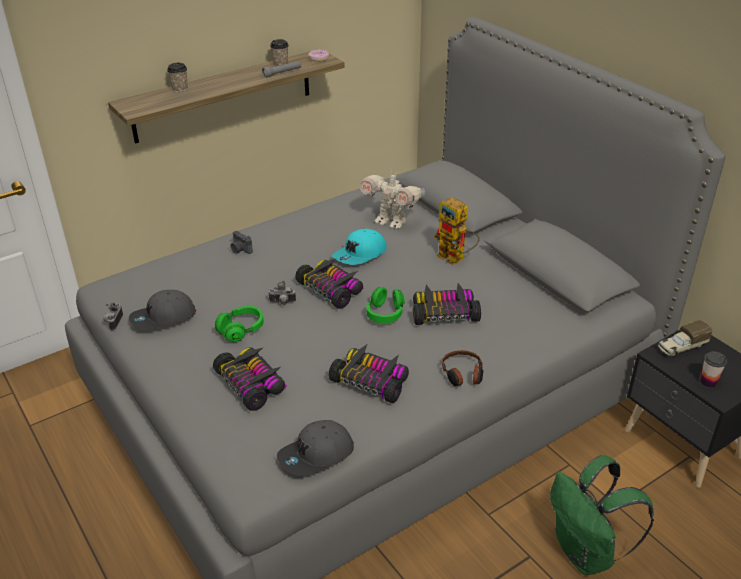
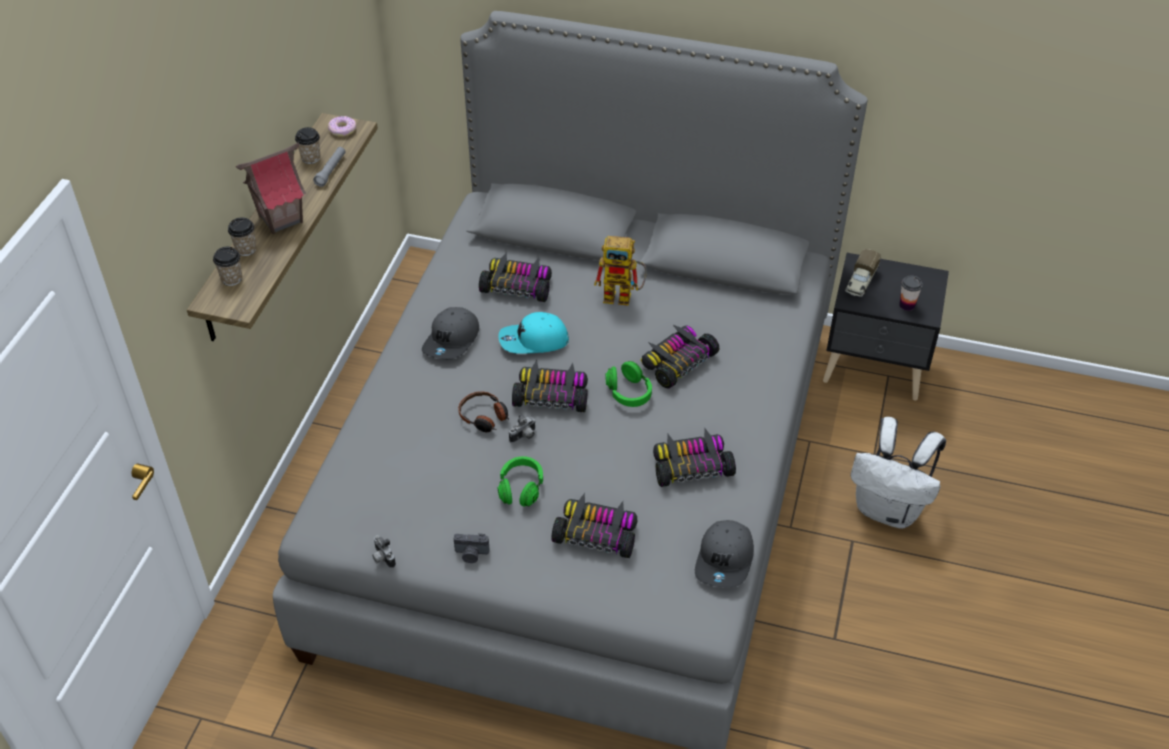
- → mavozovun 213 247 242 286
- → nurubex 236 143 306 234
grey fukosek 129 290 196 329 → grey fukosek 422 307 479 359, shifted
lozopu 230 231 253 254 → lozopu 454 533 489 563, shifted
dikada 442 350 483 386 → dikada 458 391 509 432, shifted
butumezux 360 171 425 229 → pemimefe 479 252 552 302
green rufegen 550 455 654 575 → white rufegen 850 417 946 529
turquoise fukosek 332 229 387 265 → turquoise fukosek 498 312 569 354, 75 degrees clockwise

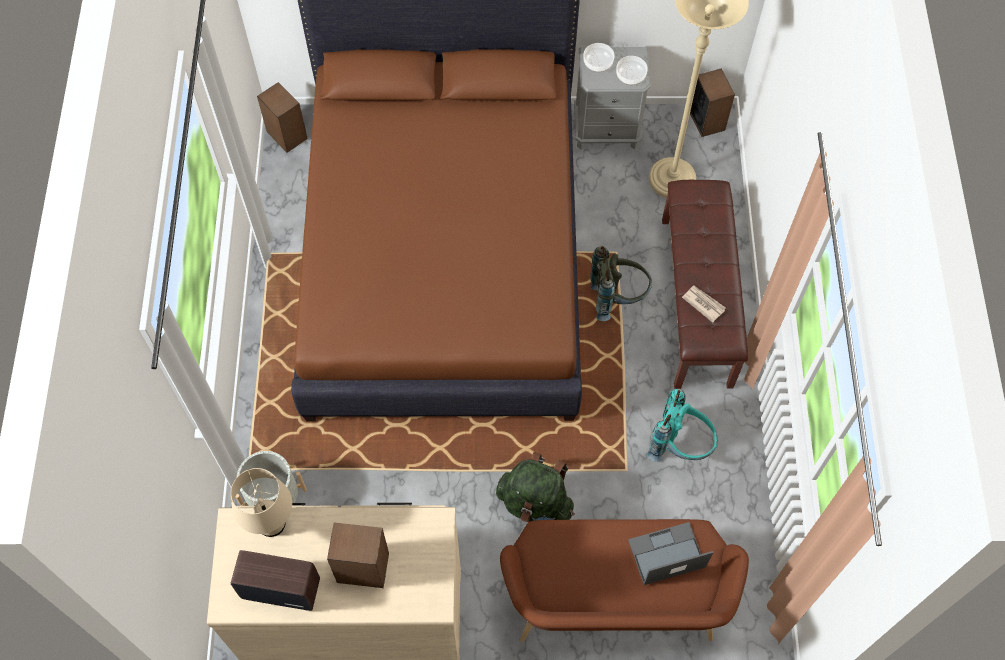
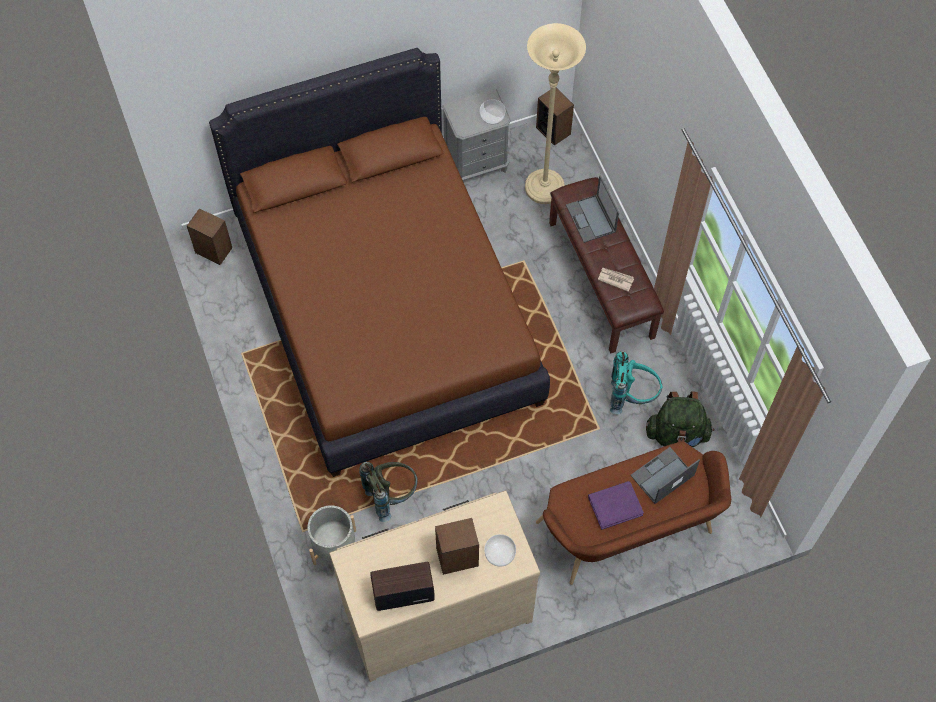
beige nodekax 231 468 292 537 → -
- → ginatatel 566 175 619 243
- → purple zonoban 588 481 644 530
green rufegen 496 452 575 522 → green rufegen 646 391 714 447, shifted
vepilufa 583 43 614 72 → vepilufa 484 534 516 567, shifted
grey rufegen 590 246 652 321 → grey rufegen 359 462 418 522, shifted

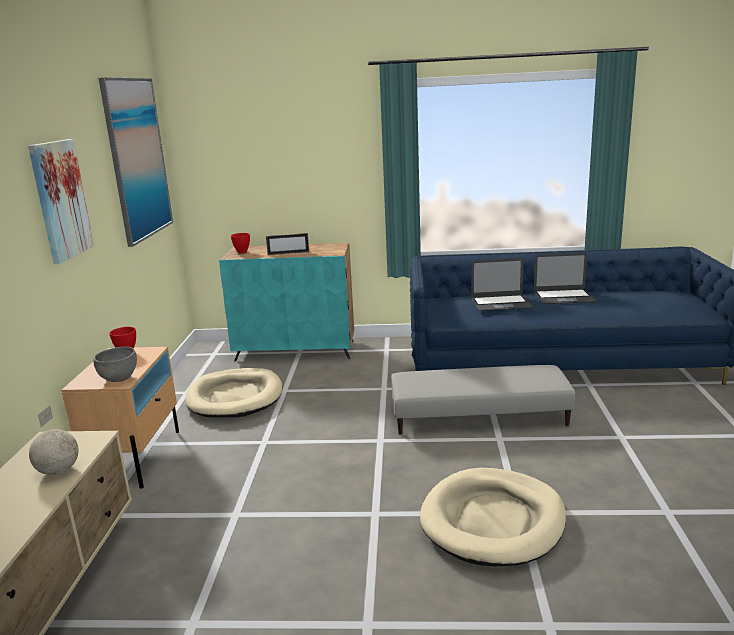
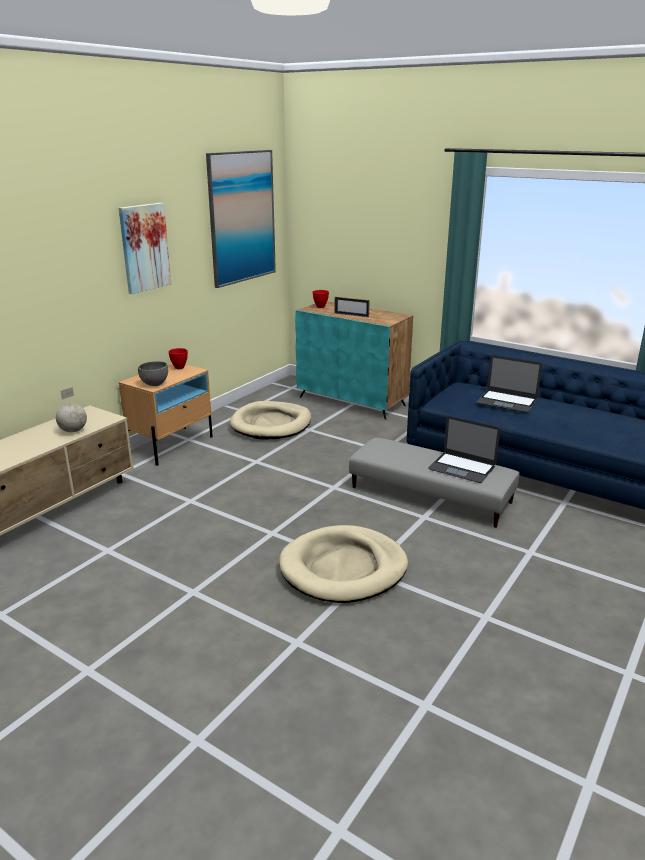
ginatatel 534 253 596 304 → ginatatel 428 416 500 483, shifted

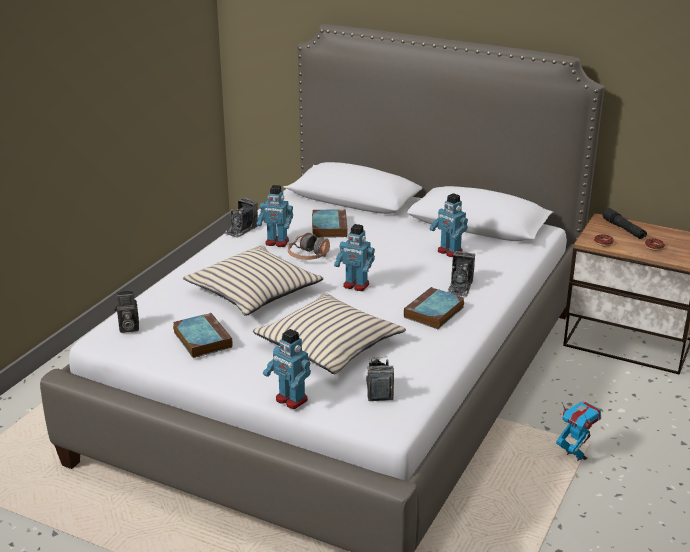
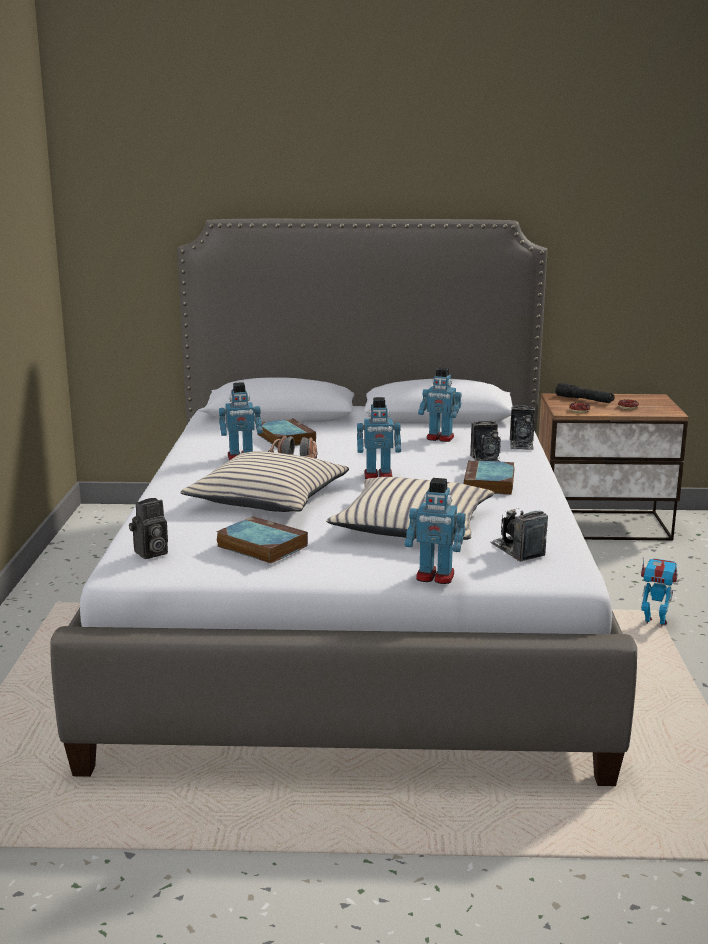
lozopu 223 198 258 238 → lozopu 510 405 535 450, shifted

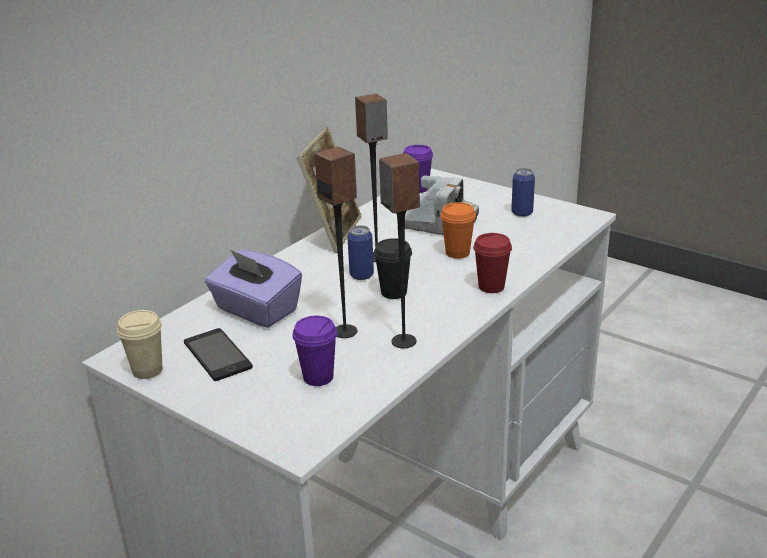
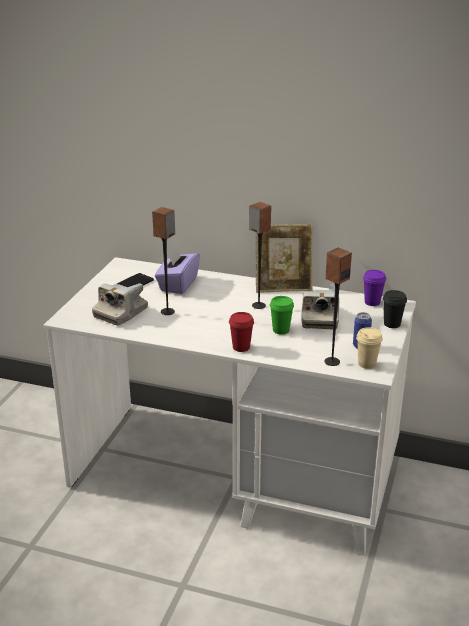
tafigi 347 225 374 280 → -
beige mavozovun 117 310 162 379 → beige mavozovun 356 327 383 369, shifted
black mavozovun 374 238 412 299 → black mavozovun 383 290 407 328, shifted
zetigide 379 153 420 348 → zetigide 324 248 352 366, shifted
purple mavozovun 292 316 337 386 → lozopu 92 283 148 325
orange mavozovun 440 202 476 259 → green mavozovun 270 296 294 335

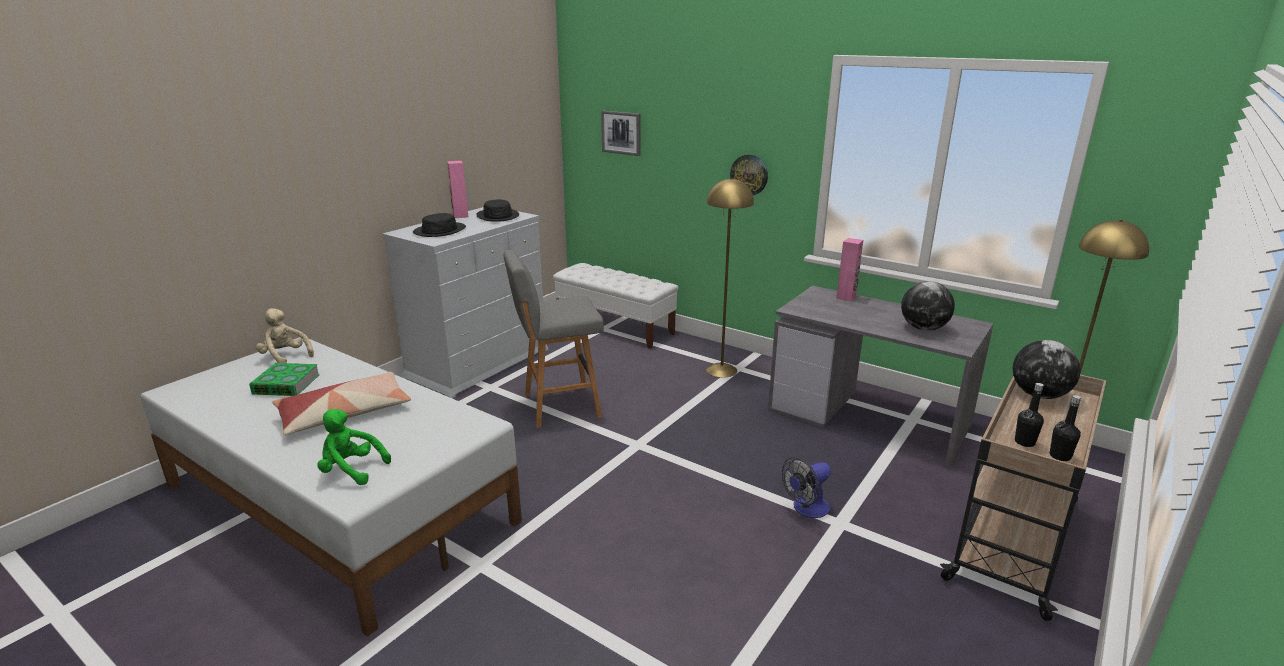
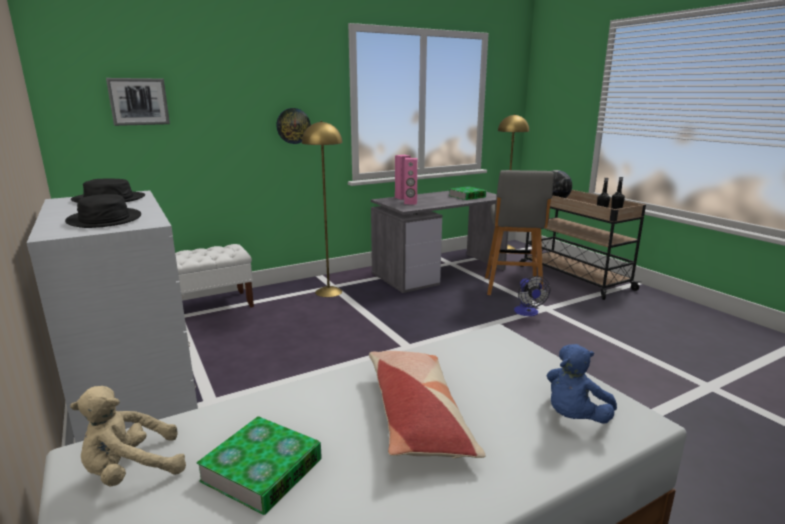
pink zetigide 447 161 468 218 → pink zetigide 404 158 417 205, shifted
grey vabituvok 503 250 604 428 → grey vabituvok 485 170 554 295, shifted
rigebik 901 281 955 331 → zonoban 449 186 486 200
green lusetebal 317 409 391 485 → blue lusetebal 547 344 617 423

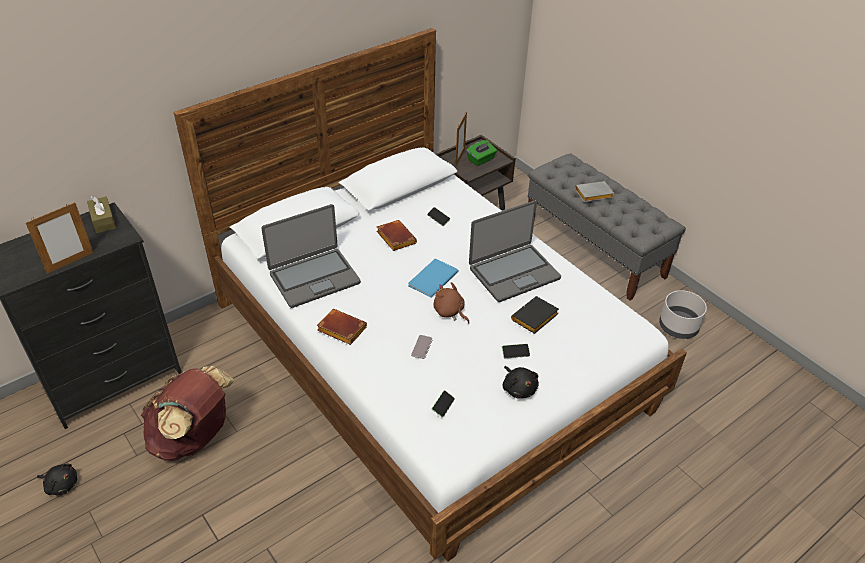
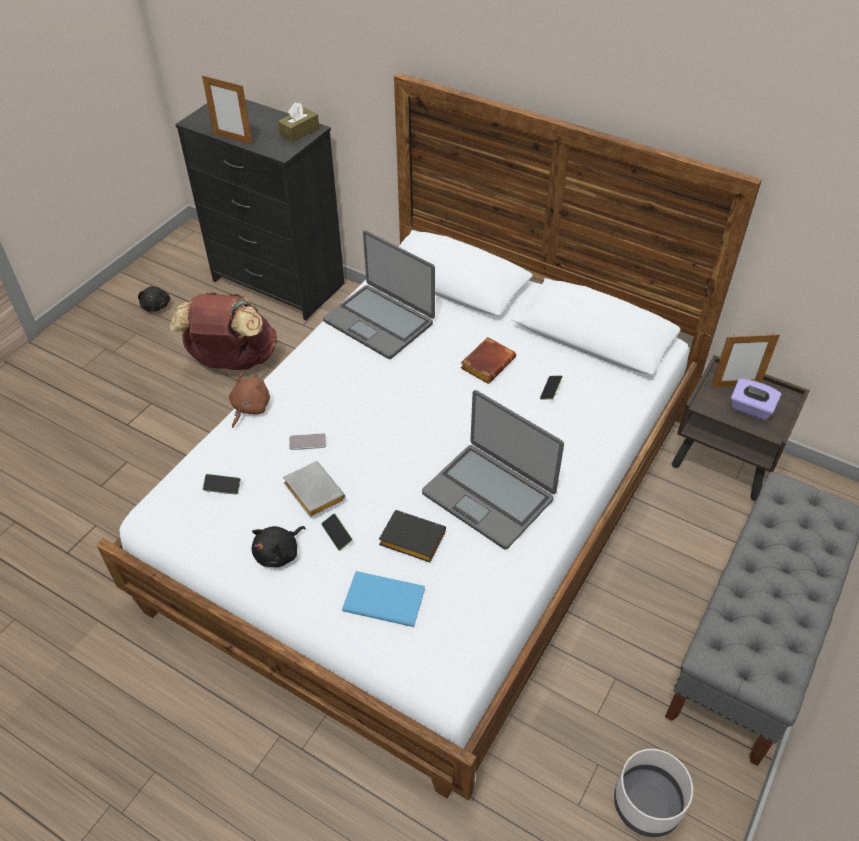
brown zonoban 317 309 367 345 → -
blue zonoban 408 259 459 298 → blue zonoban 342 571 425 627, shifted
brown lusetebal 434 282 469 323 → brown lusetebal 229 372 270 428, shifted
grey zonoban 575 181 614 202 → grey zonoban 283 461 346 518, shifted
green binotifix 467 140 497 166 → purple binotifix 731 378 782 420

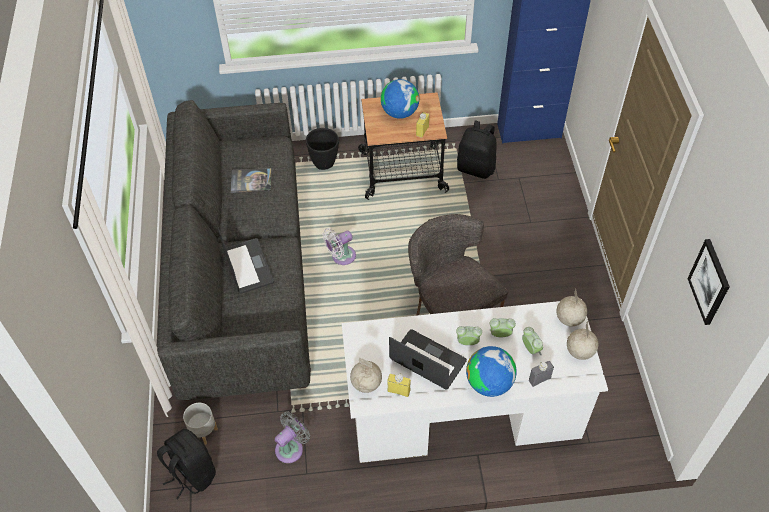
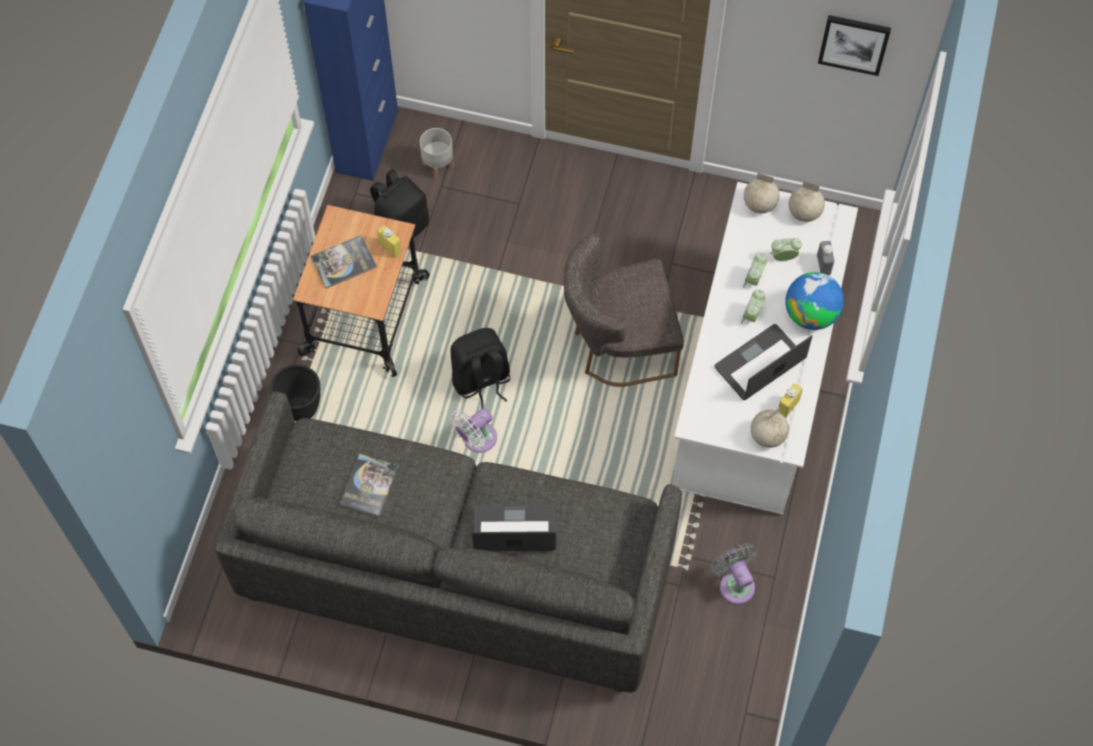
black rufegen 157 429 216 500 → black rufegen 450 328 511 409, shifted
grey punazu 183 403 218 445 → grey punazu 420 128 454 179, shifted
rigebik 381 79 419 119 → zonoban 310 235 377 288
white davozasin 323 228 356 265 → white davozasin 450 408 497 453, 60 degrees clockwise

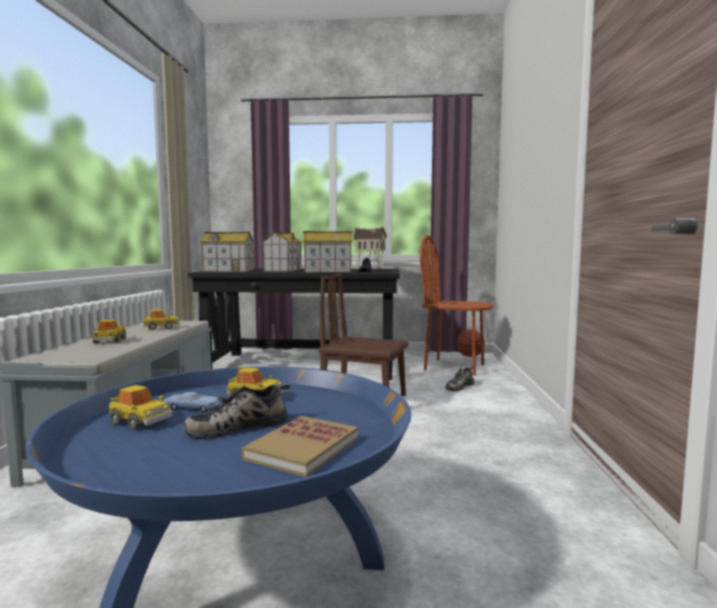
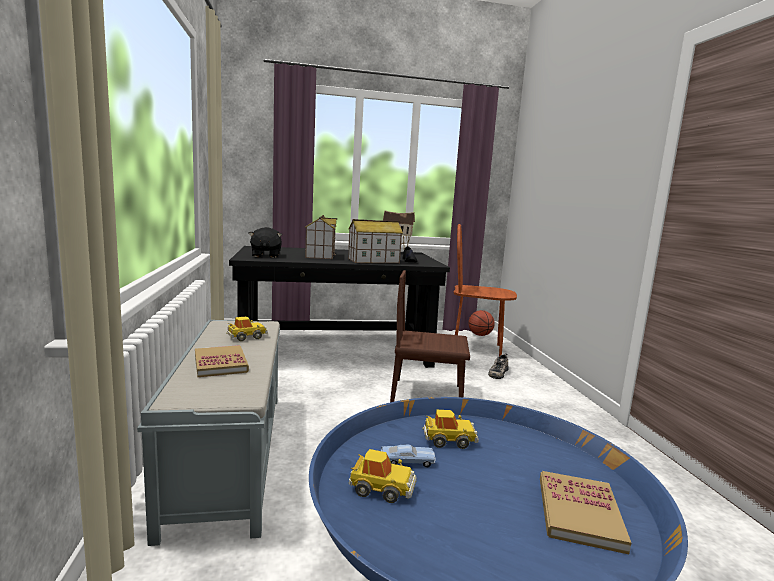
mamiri 183 384 290 439 → -
pemimefe 92 320 126 343 → zonoban 195 345 249 377
nurubex 200 232 254 272 → black lusetebal 248 227 282 258

